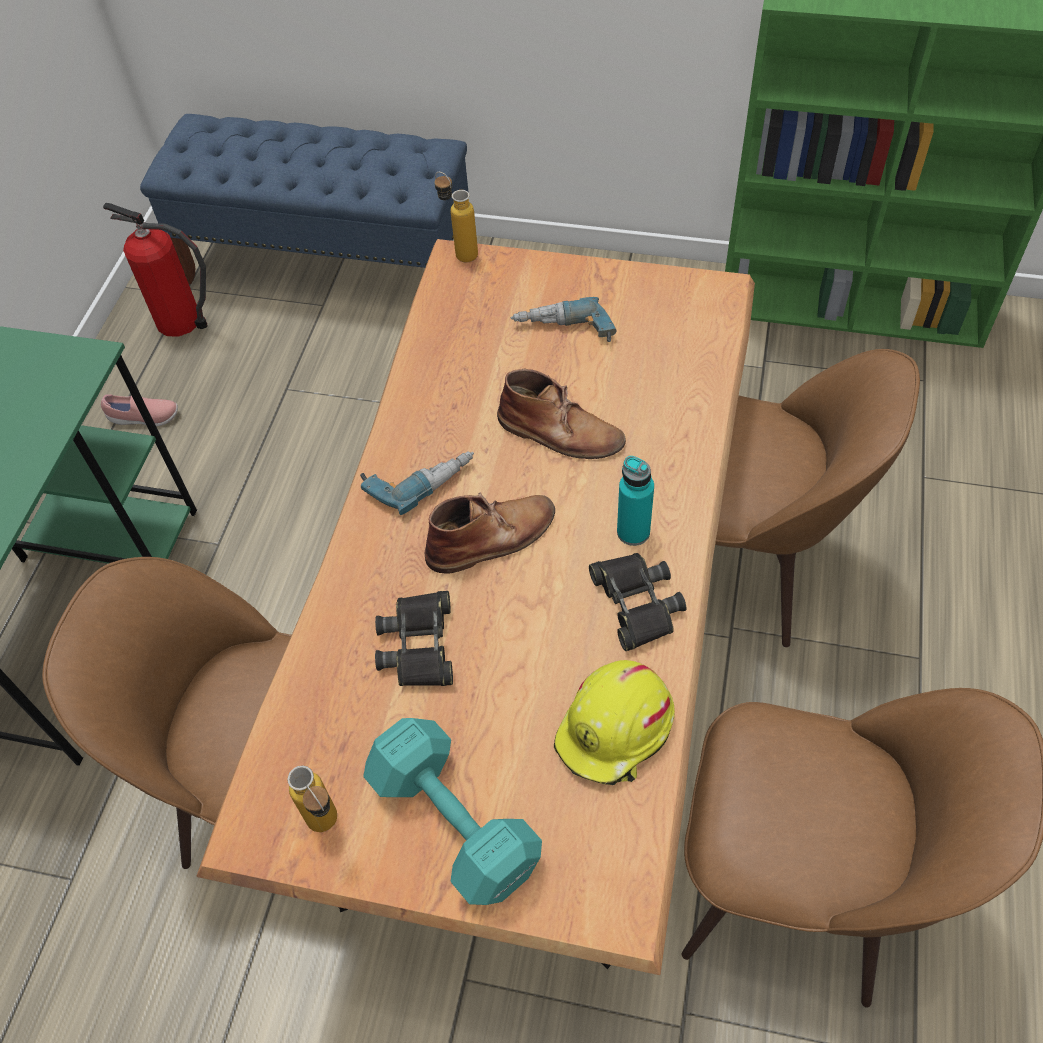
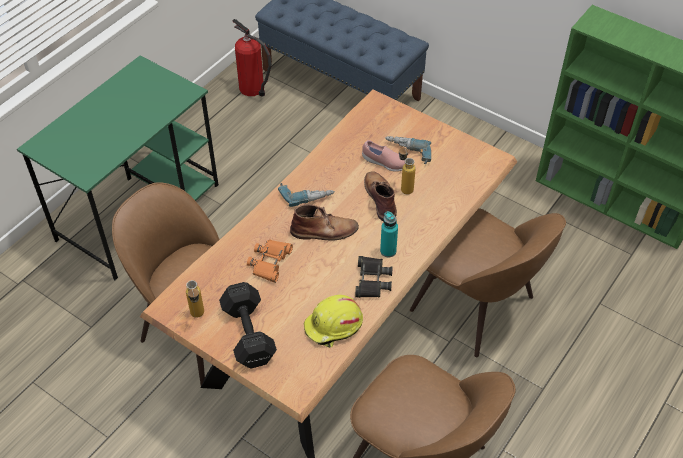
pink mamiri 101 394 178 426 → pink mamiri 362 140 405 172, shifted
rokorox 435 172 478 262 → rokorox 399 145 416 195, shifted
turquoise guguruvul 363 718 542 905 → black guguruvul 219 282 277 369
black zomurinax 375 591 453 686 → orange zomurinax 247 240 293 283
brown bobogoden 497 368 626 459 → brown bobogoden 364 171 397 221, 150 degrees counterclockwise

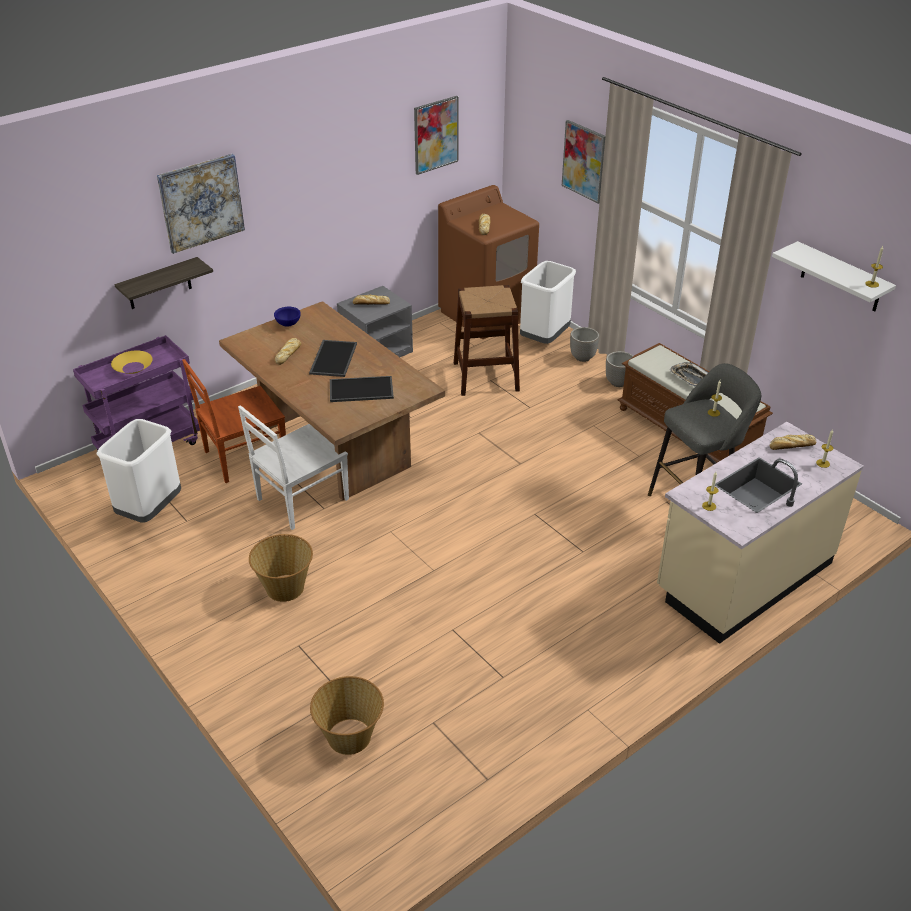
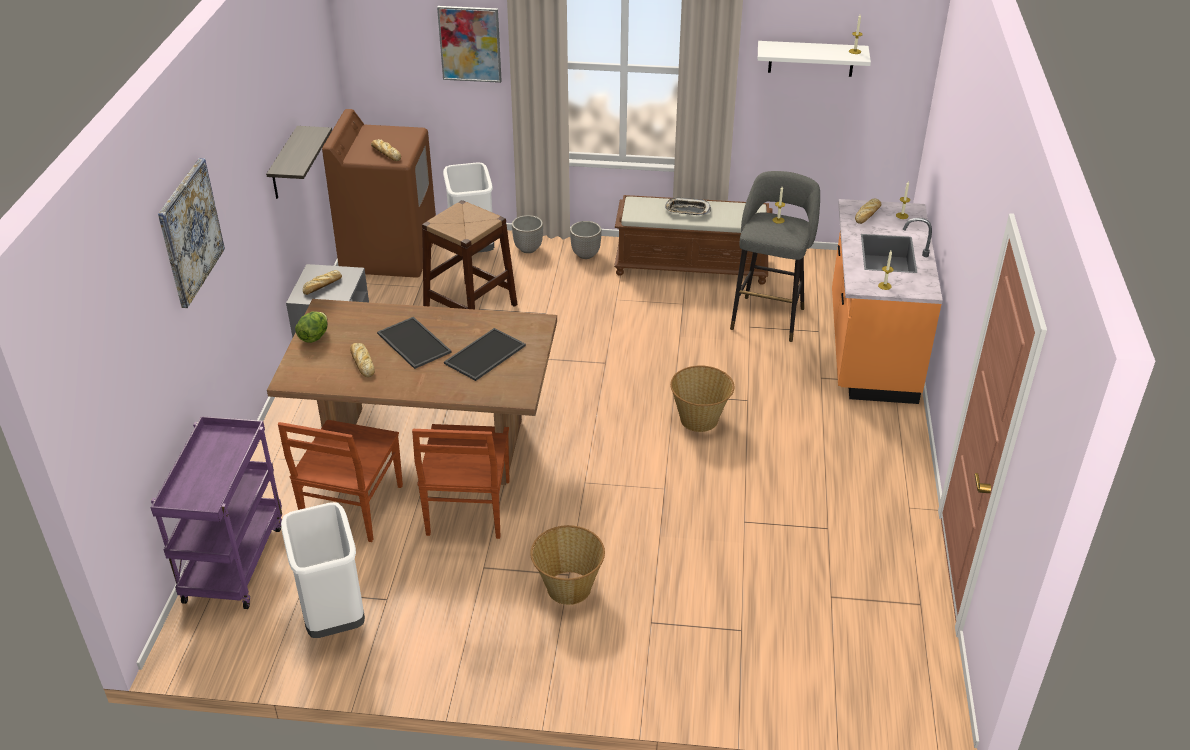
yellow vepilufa 111 351 153 374 → -
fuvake 414 96 458 175 → -
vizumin 114 257 213 309 → vizumin 266 126 332 199, shifted
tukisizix 310 676 384 755 → tukisizix 670 365 734 432, shifted
blue vepilufa 274 307 301 326 → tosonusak 295 311 328 343
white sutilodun 238 405 349 530 → brown sutilodun 412 424 510 539
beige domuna 657 422 864 644 → orange domuna 832 199 943 404

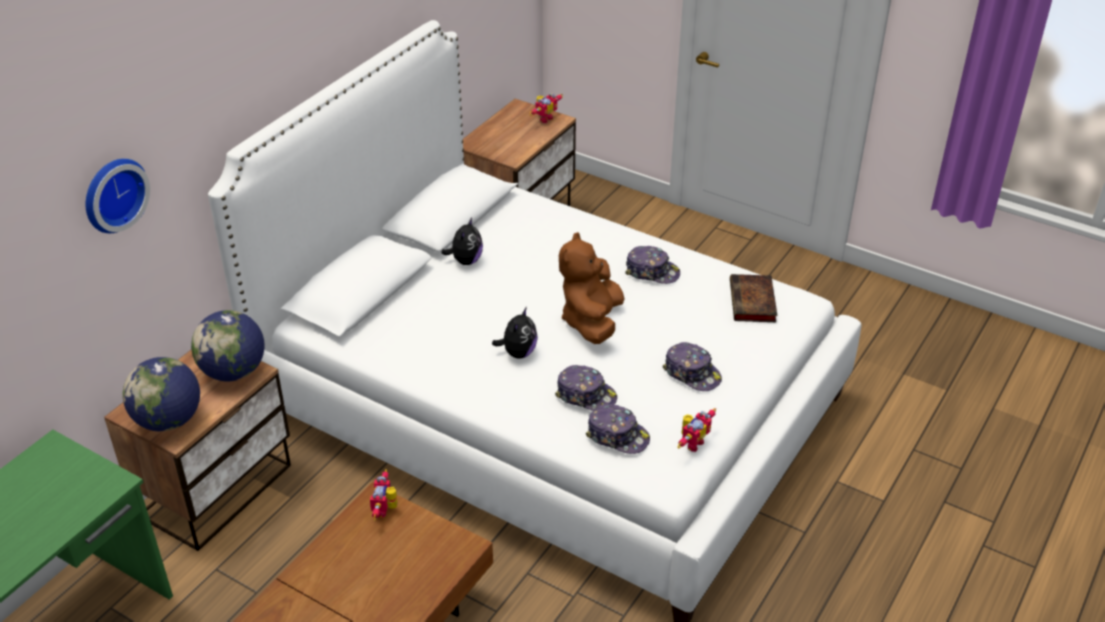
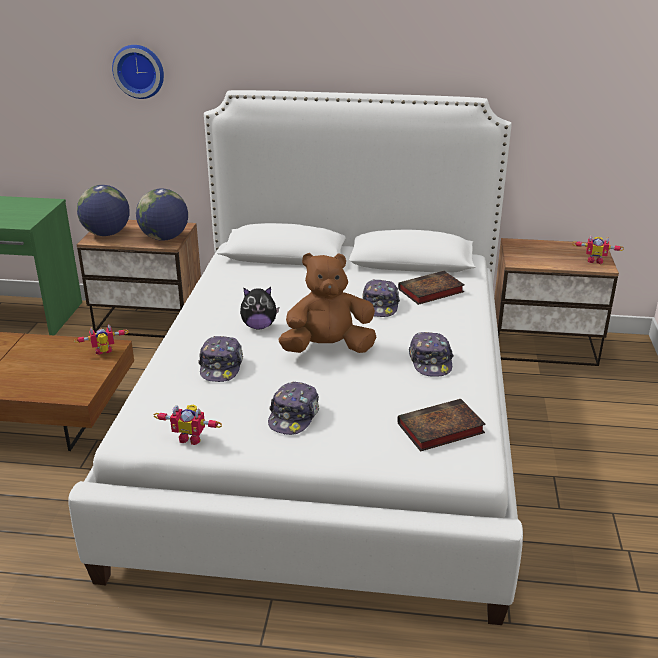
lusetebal 441 218 483 265 → -
- → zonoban 398 271 464 305
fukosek 586 404 650 454 → fukosek 363 279 400 317, shifted

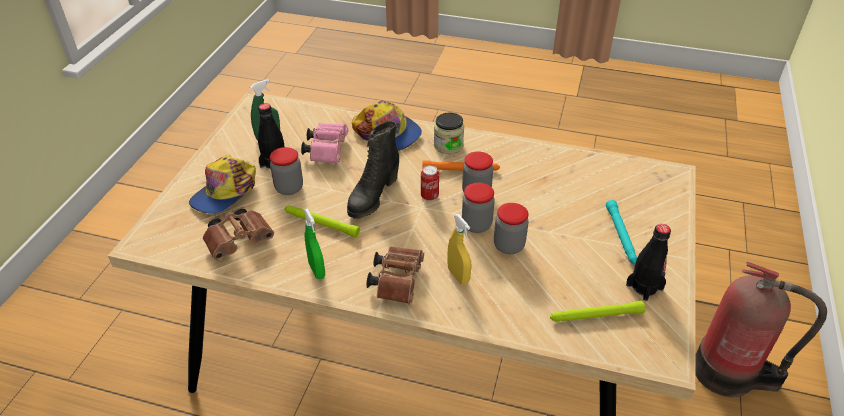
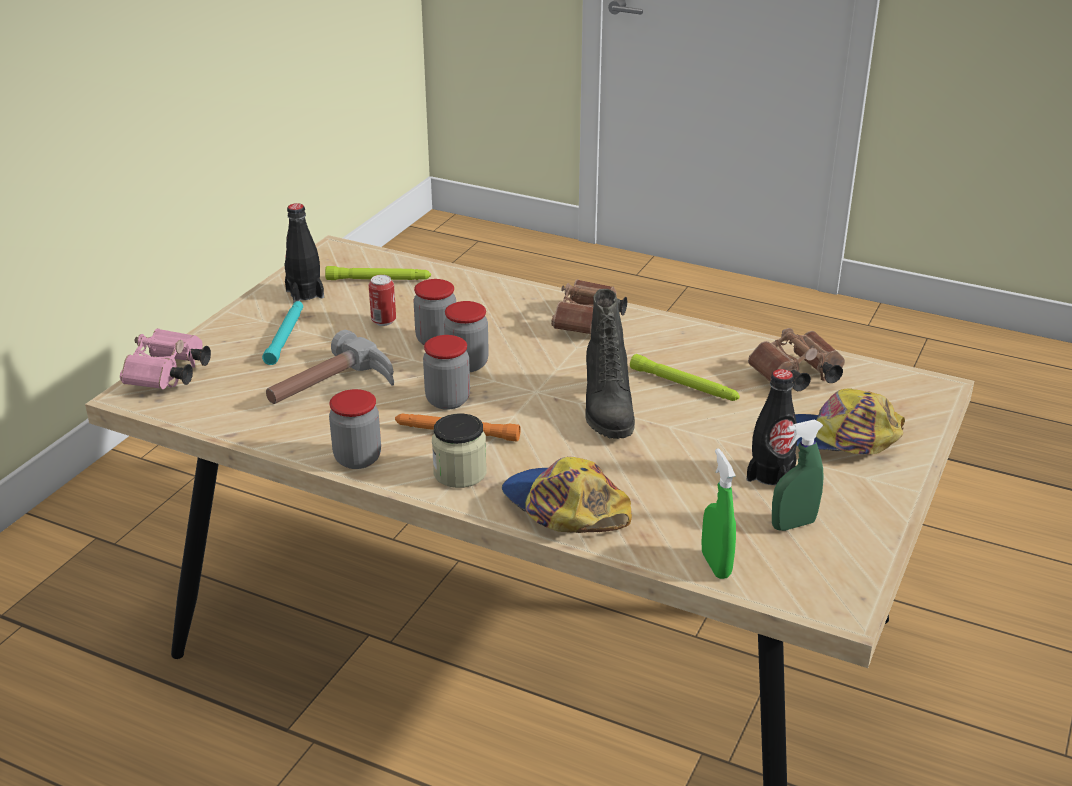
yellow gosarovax 447 214 472 285 → -
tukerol 695 262 827 397 → -
- → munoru 266 330 394 404
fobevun 270 147 303 195 → fobevun 329 389 381 469, shifted
pink zomurinax 301 123 348 164 → pink zomurinax 120 328 211 389, shifted
green gosarovax 303 208 325 279 → green gosarovax 702 448 736 579, shifted
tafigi 421 165 439 201 → tafigi 369 275 396 326, shifted
fukosek 189 155 256 213 → fukosek 795 388 905 454, 120 degrees counterclockwise
black bobogoden 347 121 399 219 → black bobogoden 585 289 635 439, 135 degrees clockwise

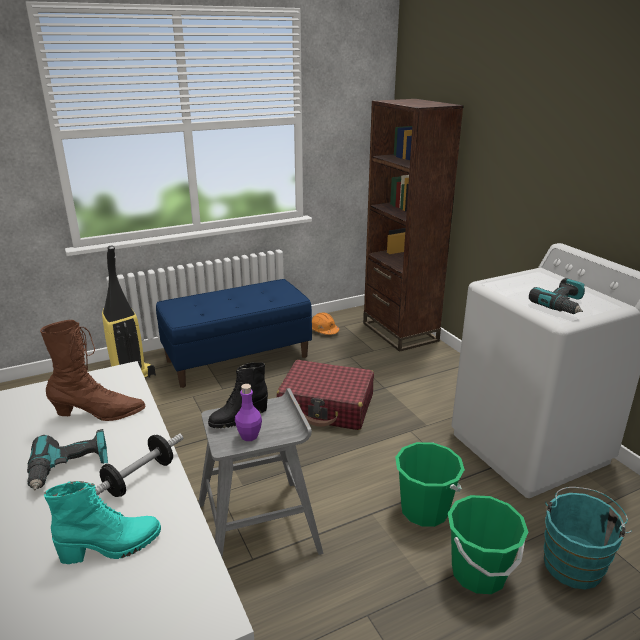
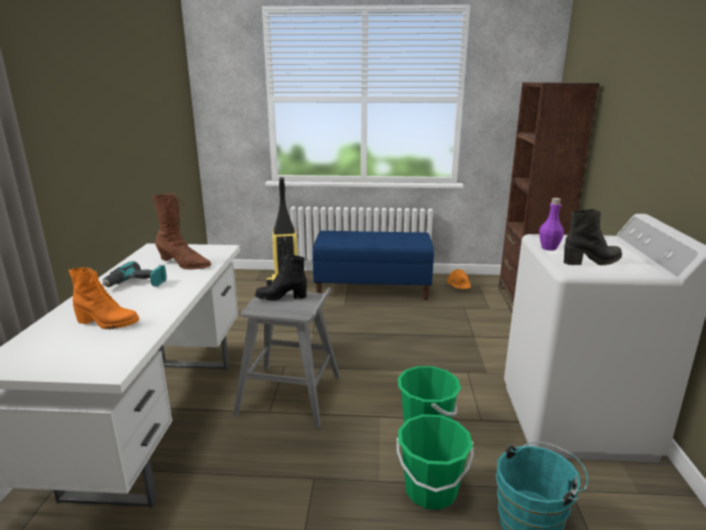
guguruvul 95 433 183 497 → -
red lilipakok 277 360 374 430 → -
purple rokorox 235 384 262 441 → purple rokorox 539 198 564 251, shifted
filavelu 529 278 585 314 → black bobogoden 564 209 622 265
turquoise bobogoden 44 481 161 564 → orange bobogoden 68 267 139 330

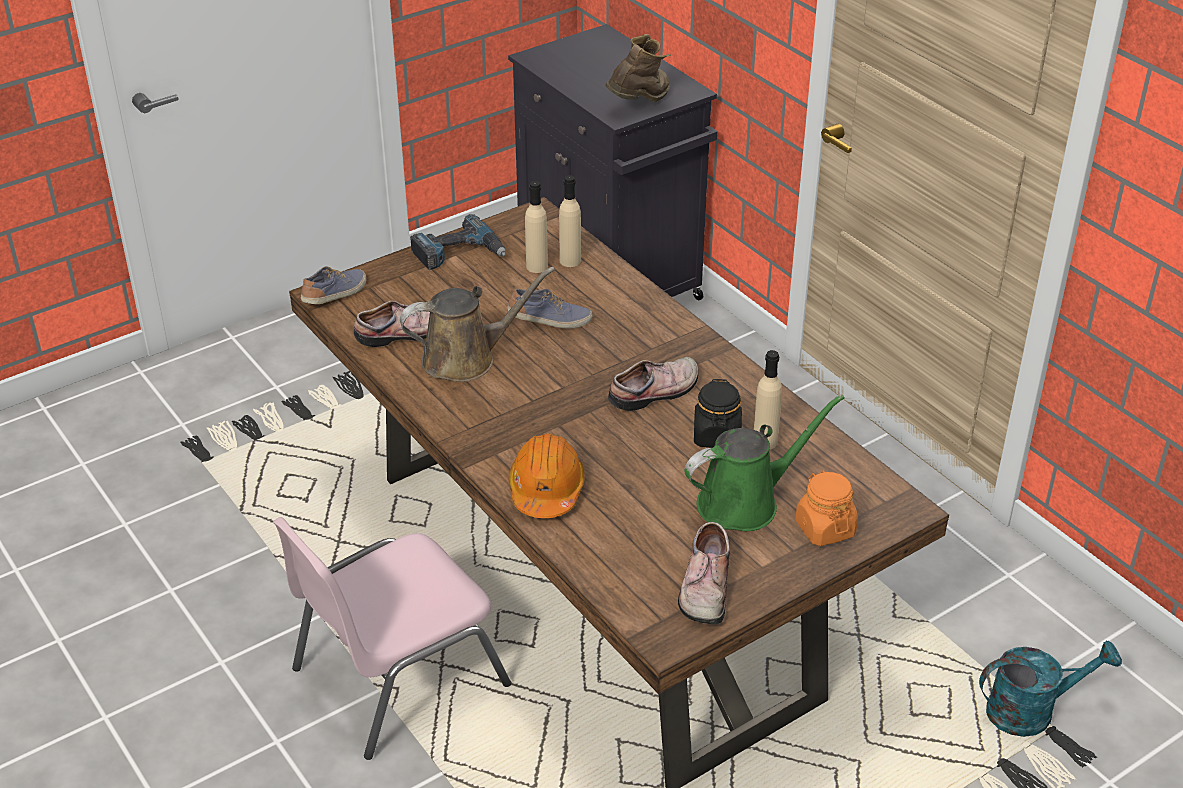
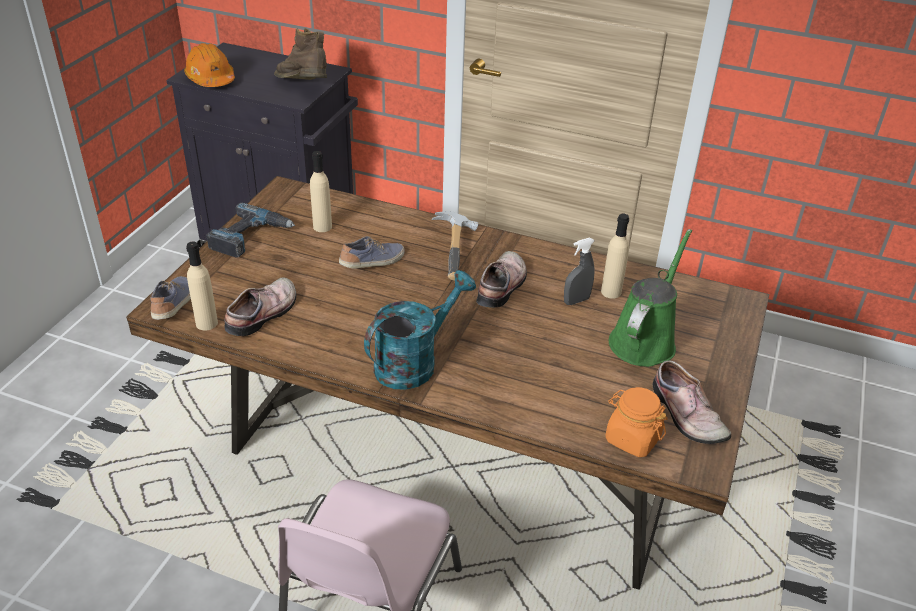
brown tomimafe 400 267 555 382 → -
- → munoru 432 211 479 281
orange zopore 508 434 585 518 → orange zopore 184 43 235 87, shifted
beige rokorox 559 175 581 267 → beige rokorox 186 242 218 330, shifted
orange fobevun 795 471 858 546 → orange fobevun 605 387 668 457, shifted
turquoise tomimafe 979 641 1122 737 → turquoise tomimafe 364 270 476 390, shifted
black fobevun 694 379 742 448 → grey gosarovax 564 238 594 305
brown bobogoden 605 34 671 102 → brown bobogoden 274 28 327 80, 45 degrees counterclockwise

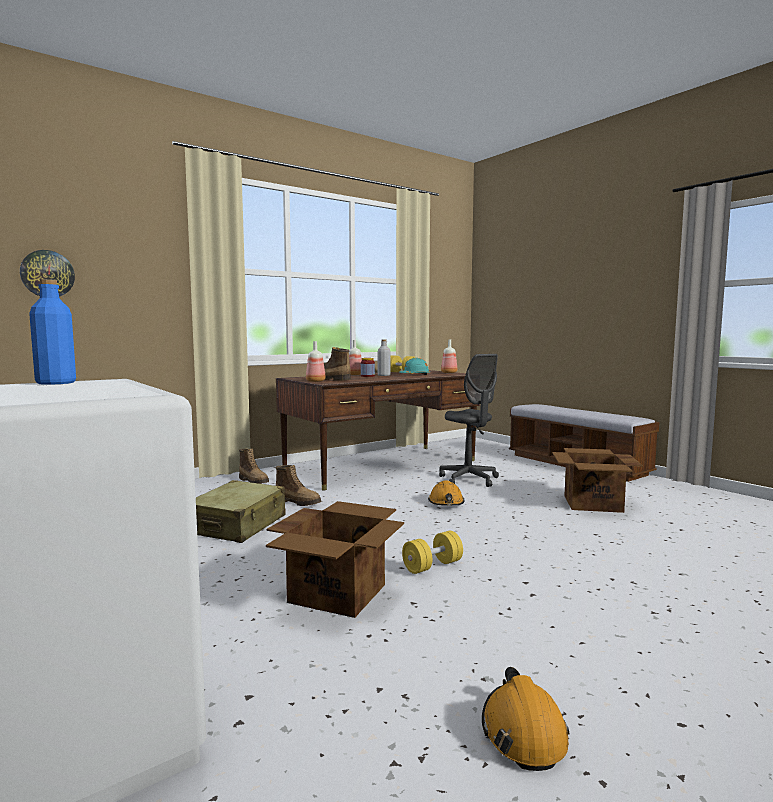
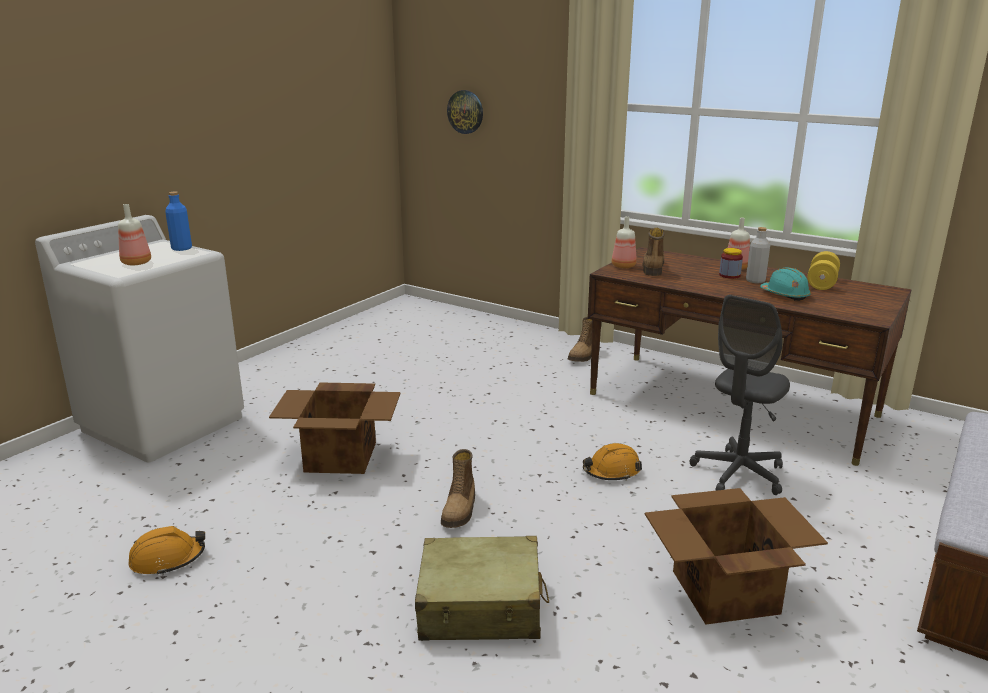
yellow guguruvul 402 531 463 574 → -
beige lilipakok 196 480 285 543 → beige lilipakok 415 536 549 641, shifted
bobogoden 276 465 321 506 → bobogoden 441 449 475 528, shifted
rokorox 441 339 457 373 → rokorox 118 204 151 265, shifted

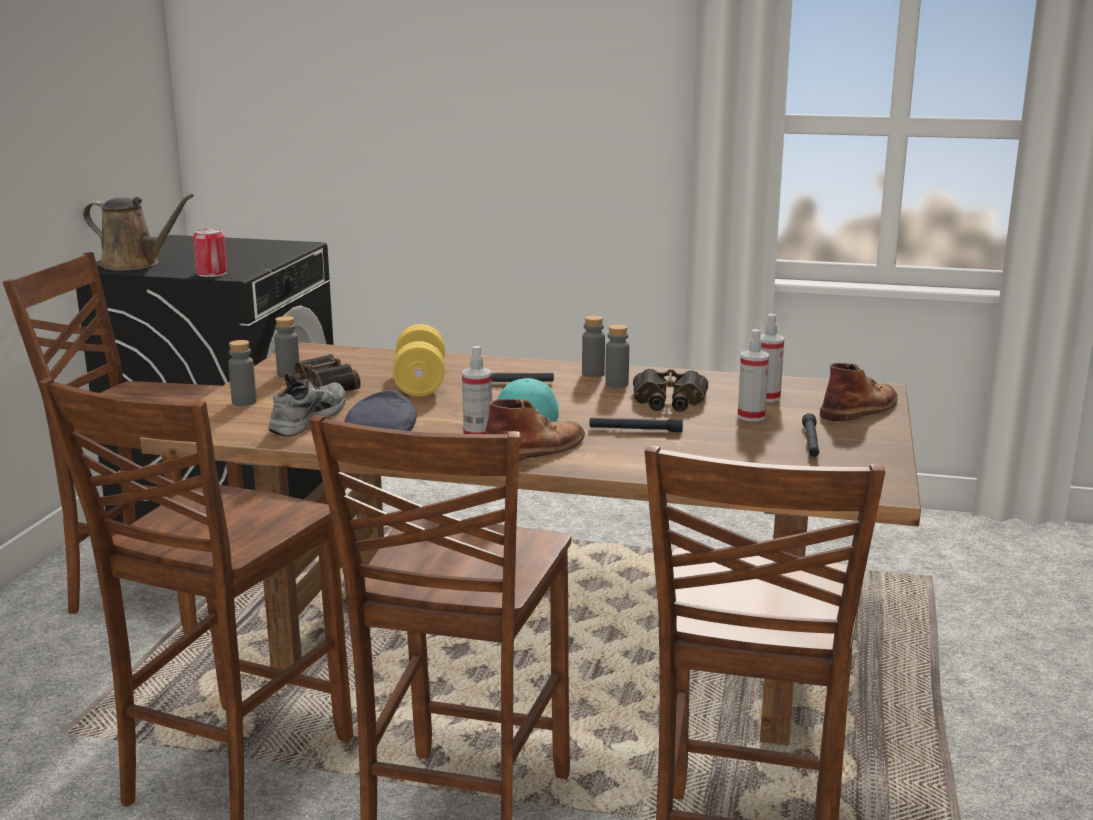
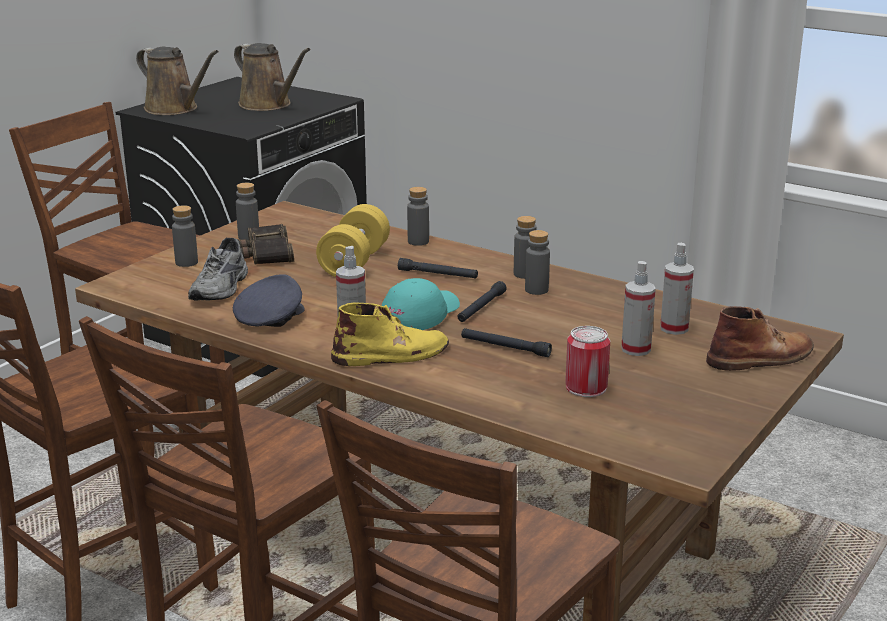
zomurinax 633 369 708 412 → -
- → brown tomimafe 234 43 311 111
- → grey rokorox 407 187 429 246
tafigi 193 228 227 277 → tafigi 565 326 610 397, shifted
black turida 802 413 819 457 → black turida 458 281 507 322, shifted
brown bobogoden 485 399 585 461 → yellow bobogoden 331 303 449 366
grey mamiri 268 381 346 436 → grey mamiri 188 238 248 301, 150 degrees clockwise

